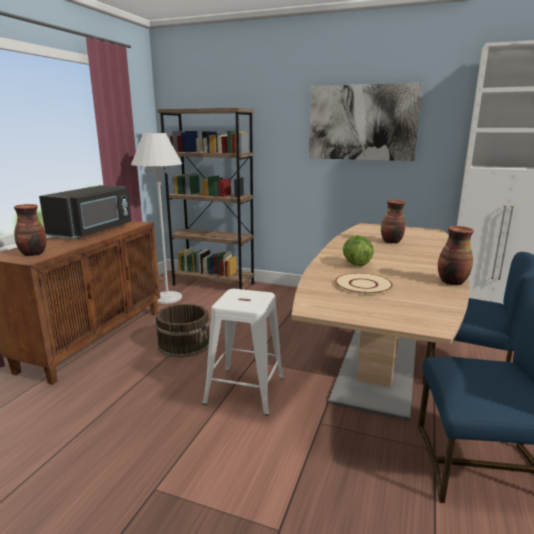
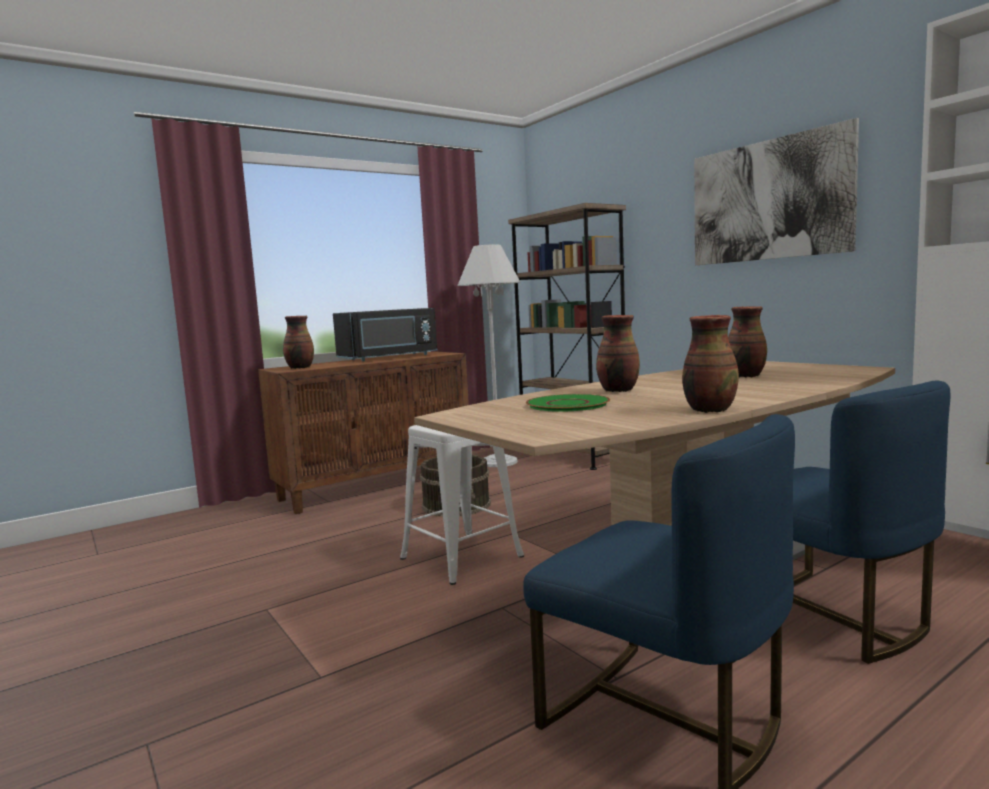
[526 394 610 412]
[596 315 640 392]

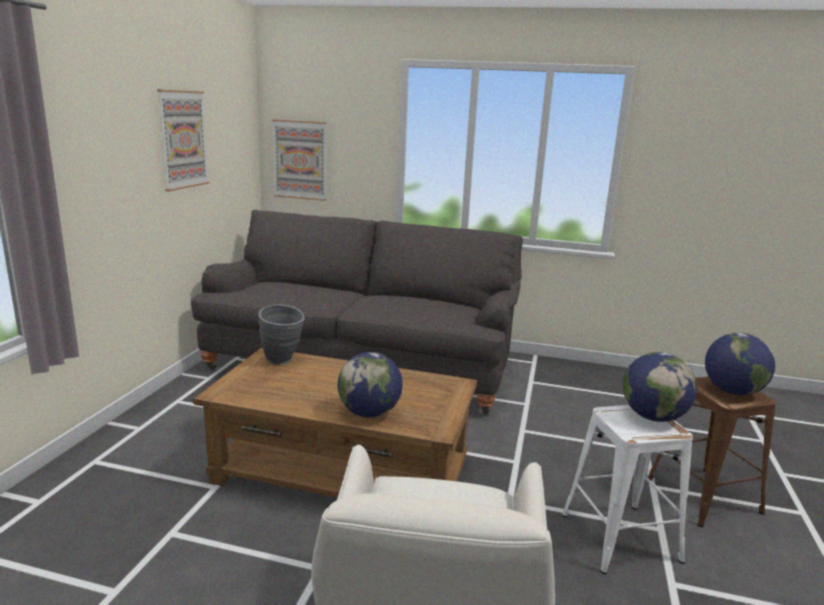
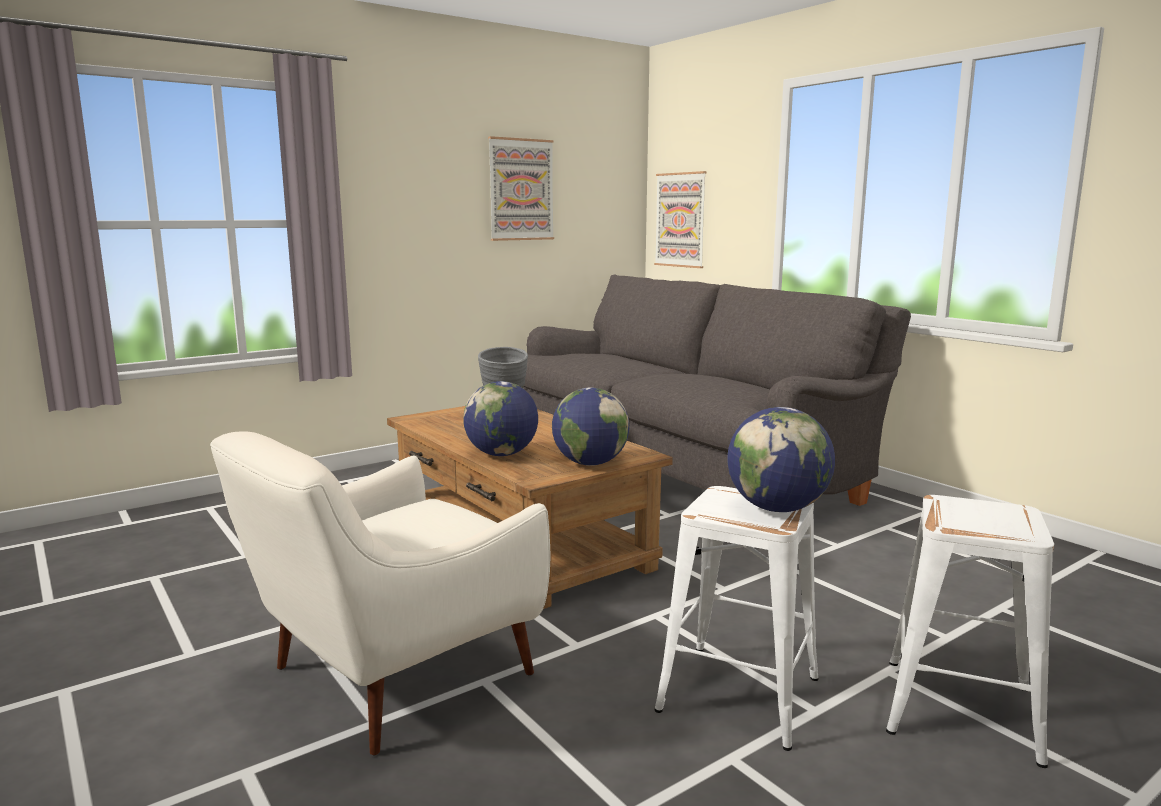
[552 387 629 466]
[886 495 1054 768]

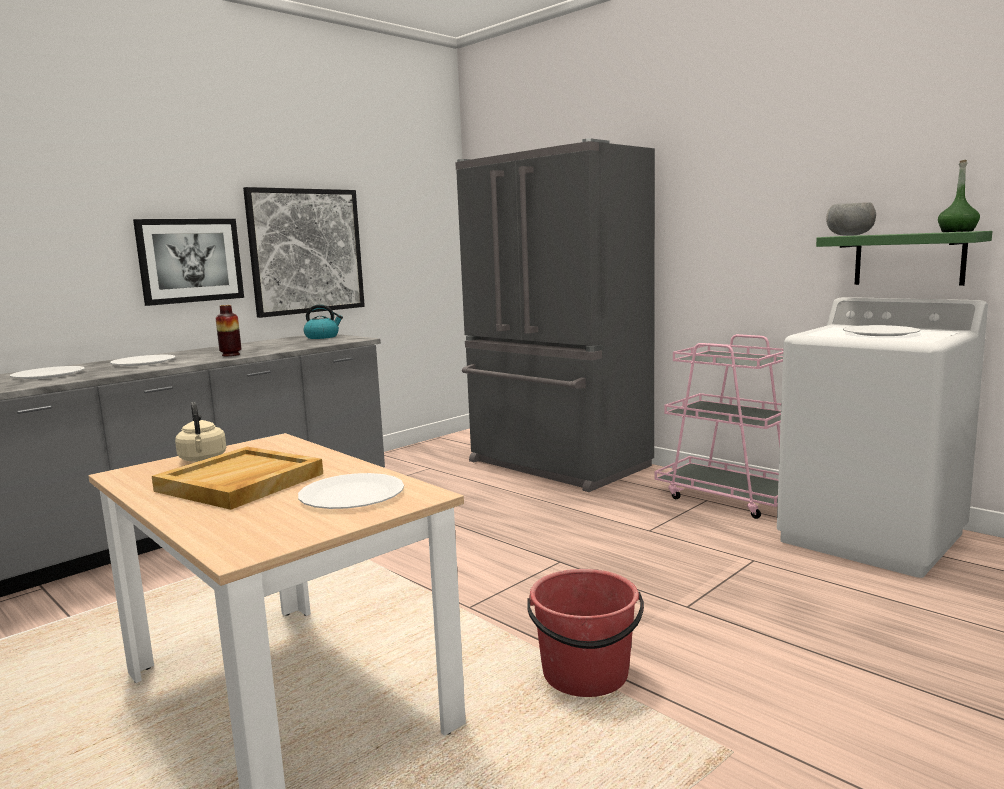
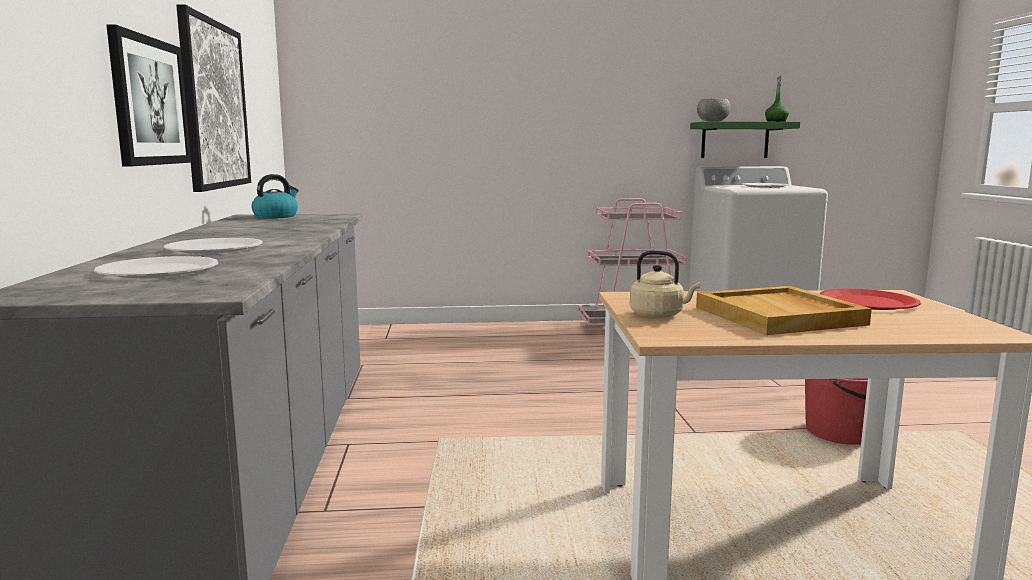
[820 289 921 310]
[216 305 241 356] (first image)
[455 138 655 492] (first image)

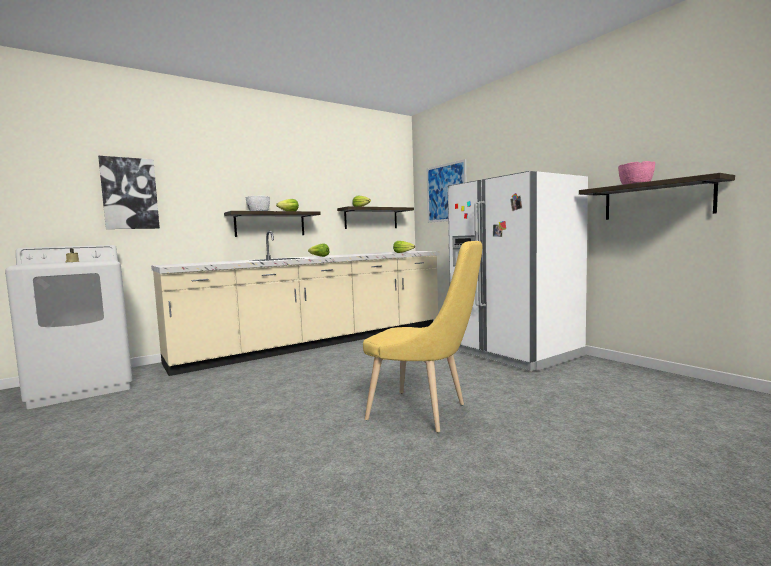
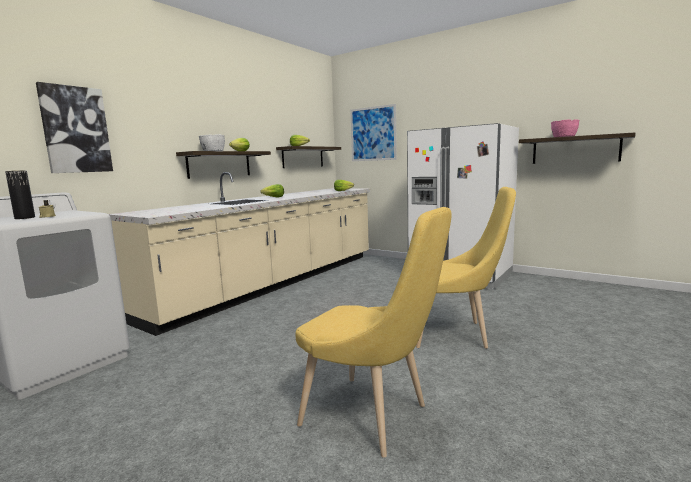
[5 170 35 219]
[295 207 452 457]

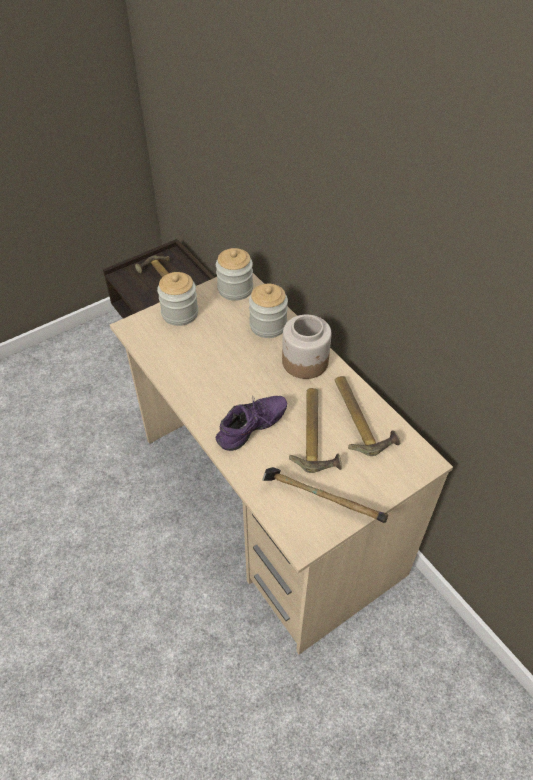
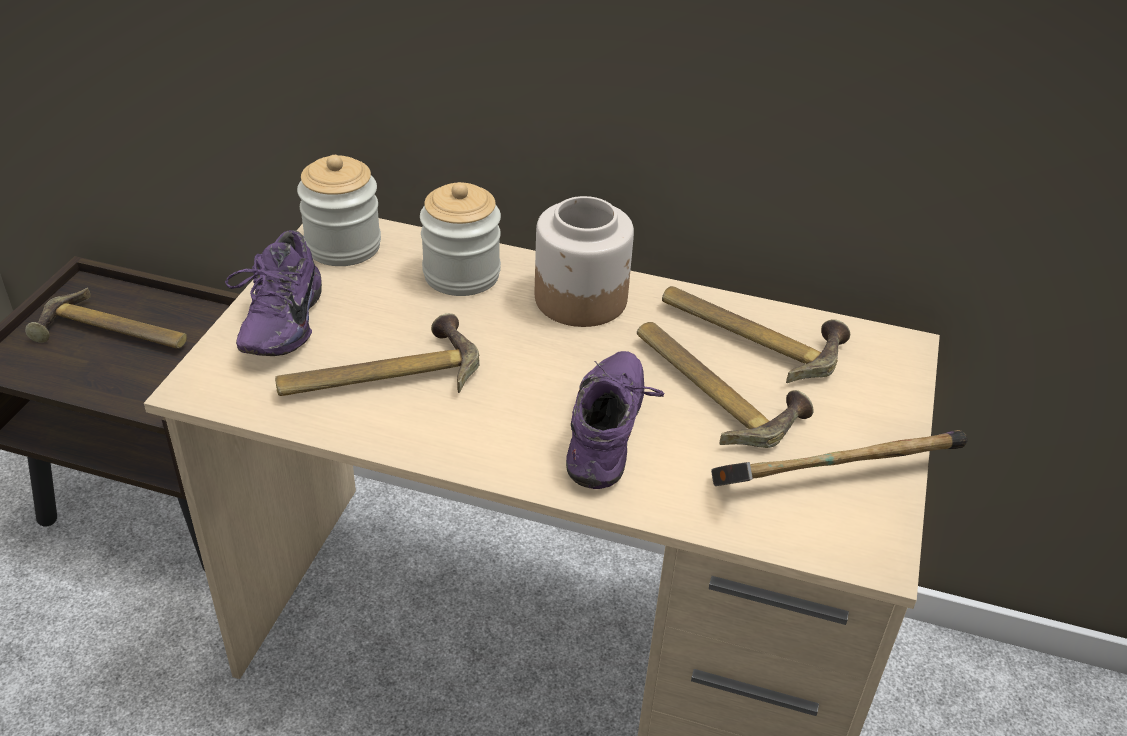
[225 230 322 356]
[275 313 480 396]

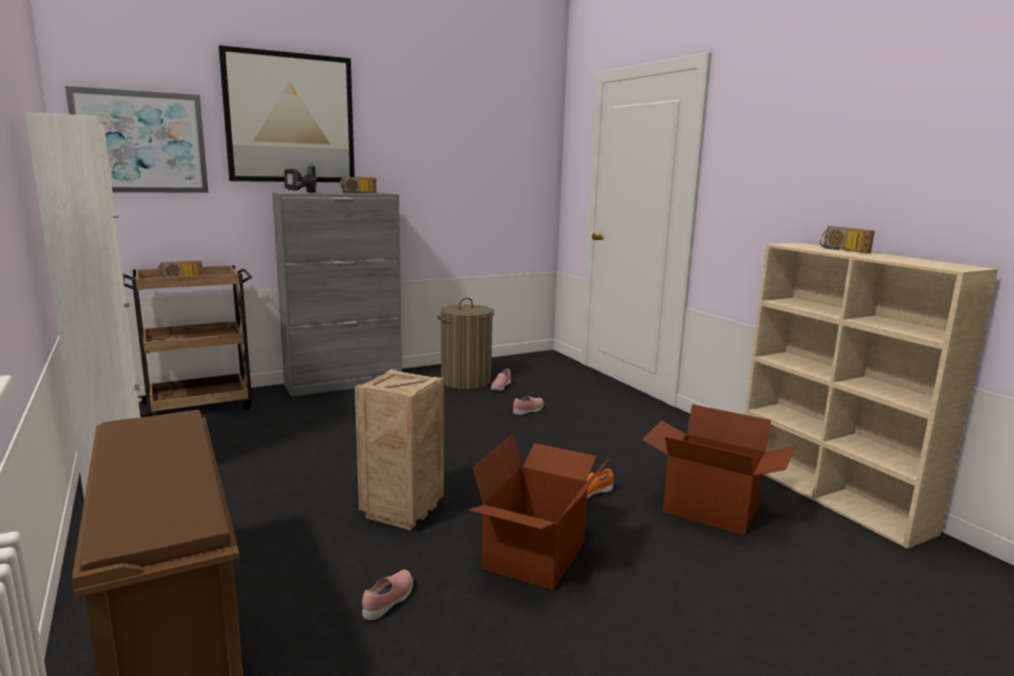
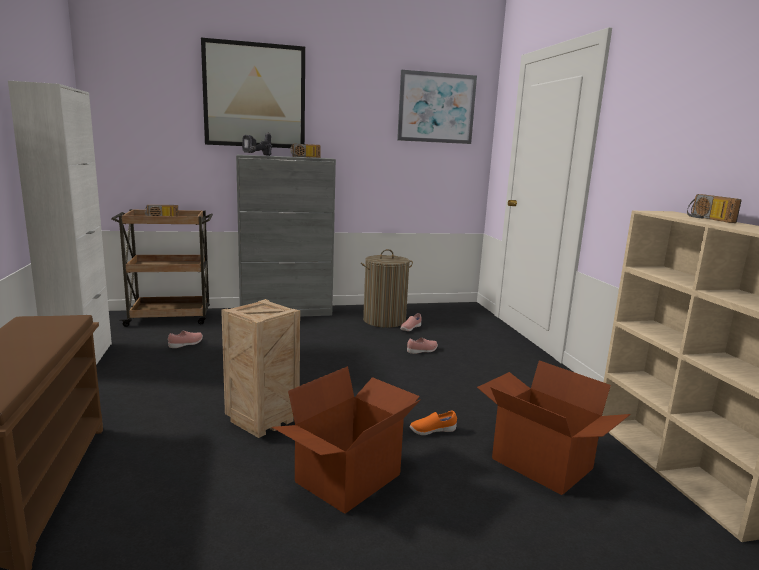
[168 331 203 348]
[397 70 477 144]

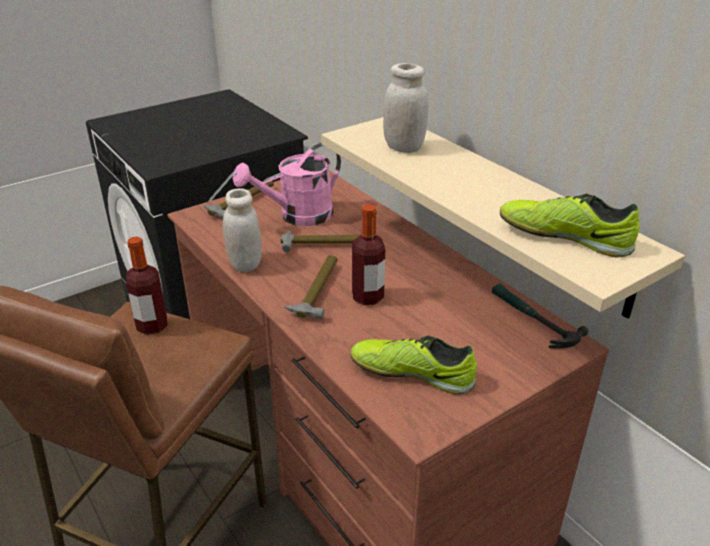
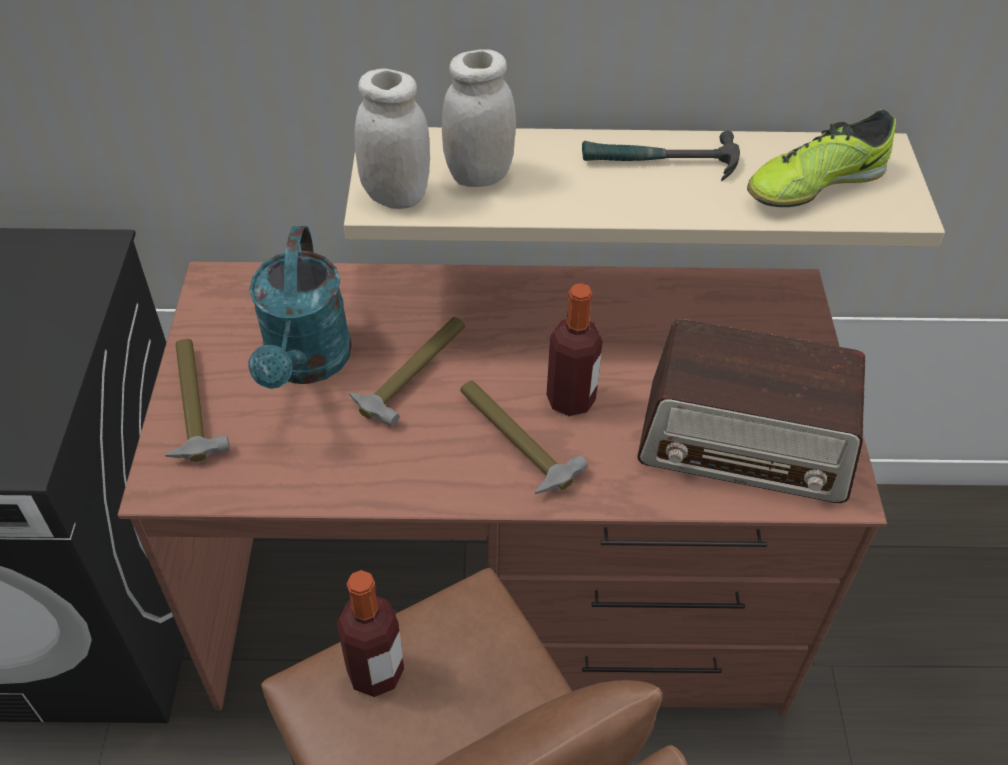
[248 226 352 389]
[355 69 430 209]
[582 131 740 181]
[637 319 865 503]

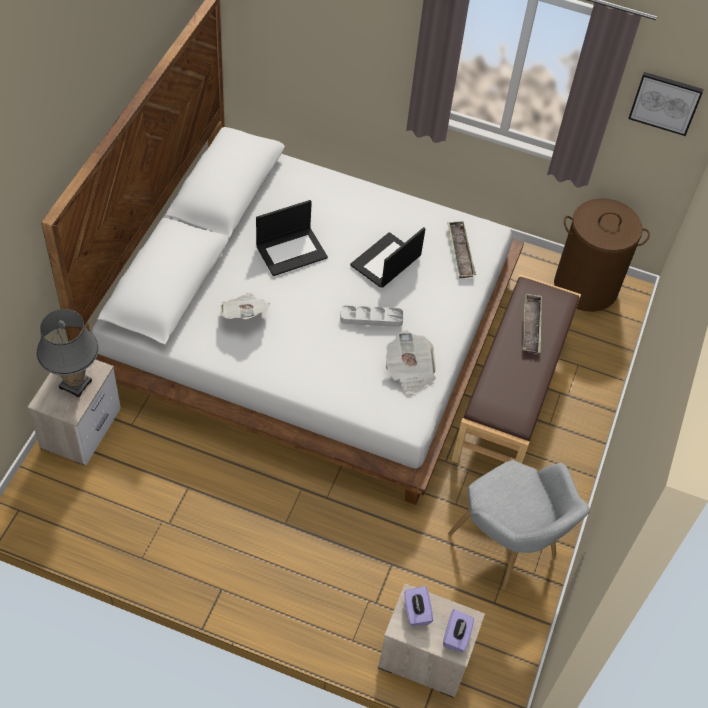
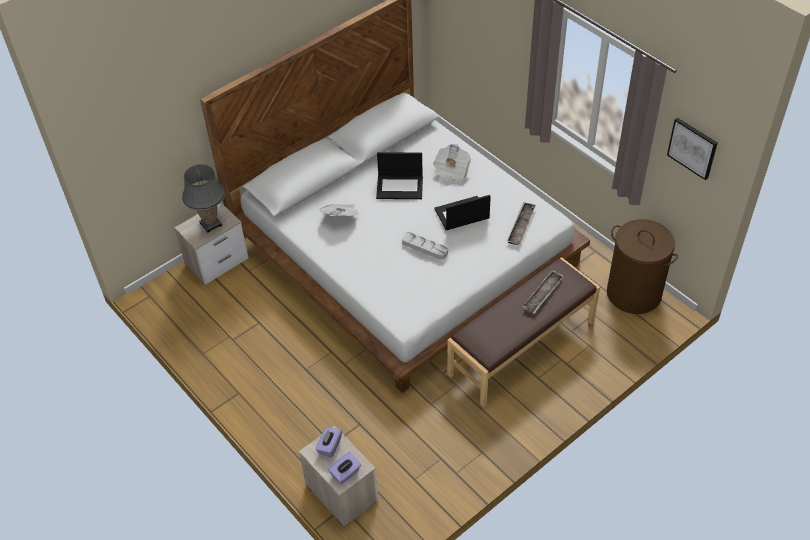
[433 144 471 186]
[448 460 590 590] (first image)

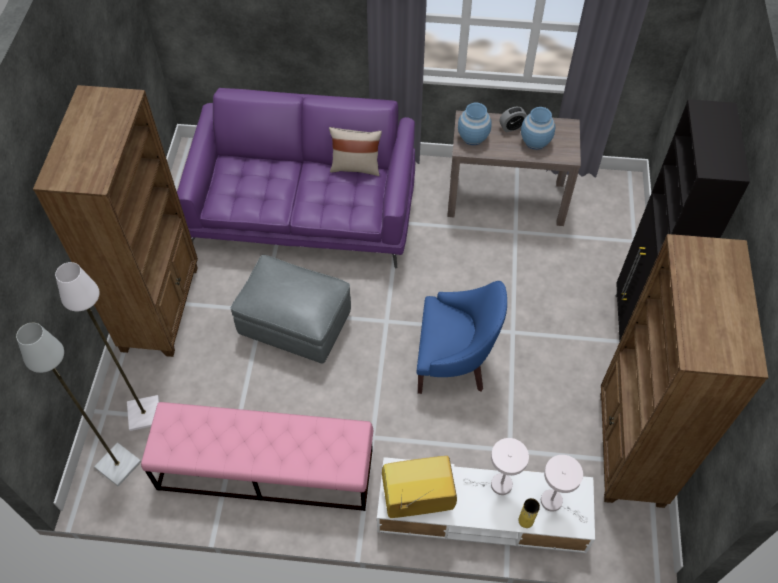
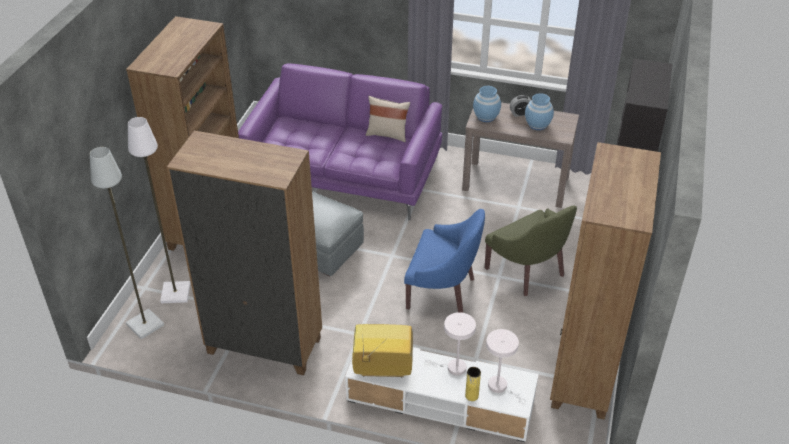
[167 131 322 375]
[485 205 577 296]

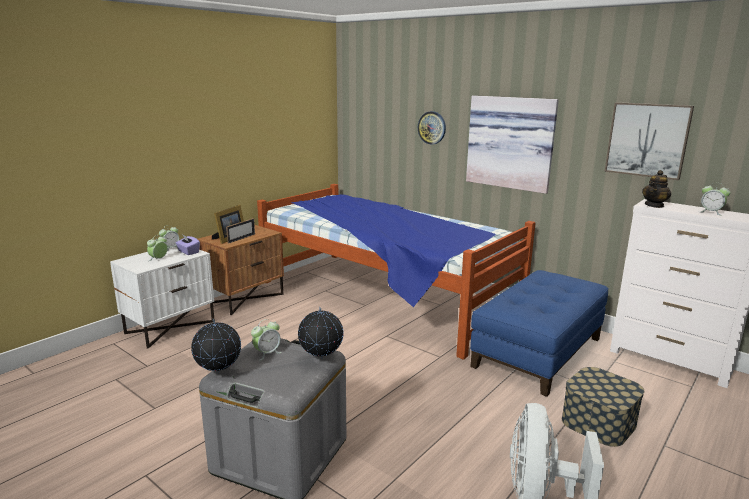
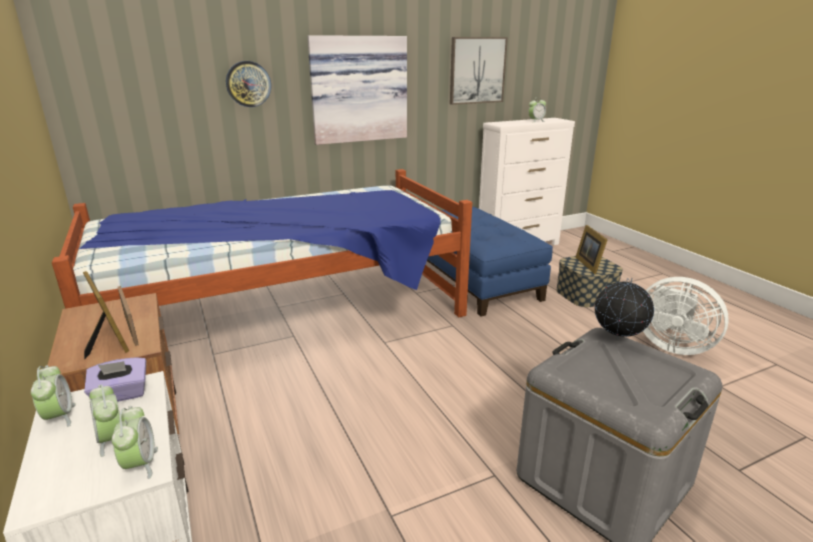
[112 406 158 479]
[576 225 608 274]
[191 319 241 374] (first image)
[642 170 671 208] (first image)

